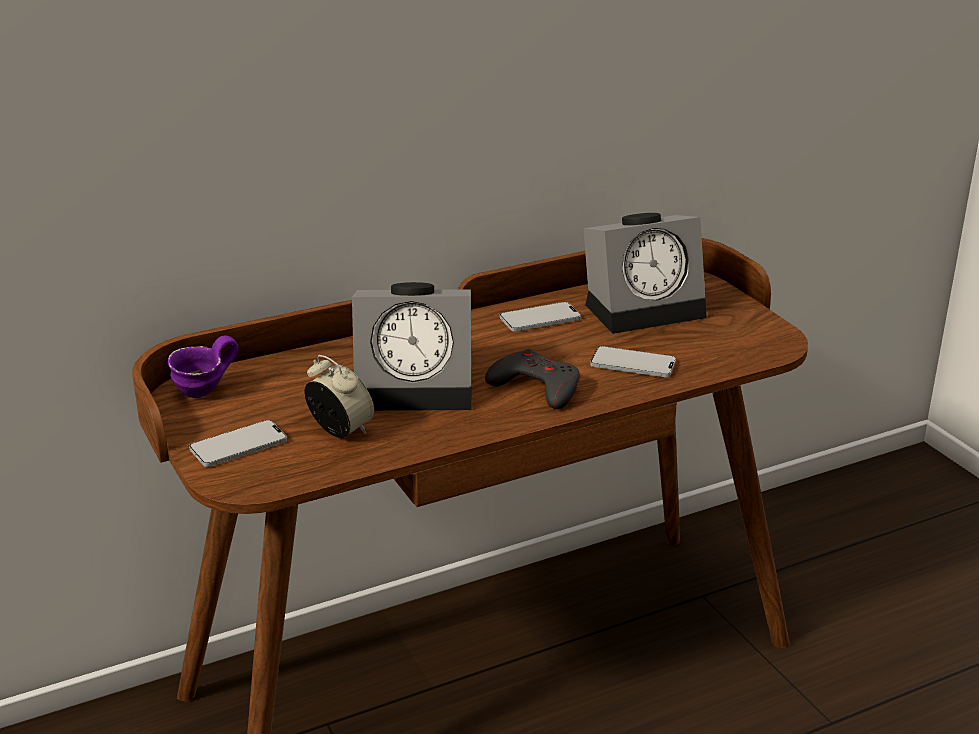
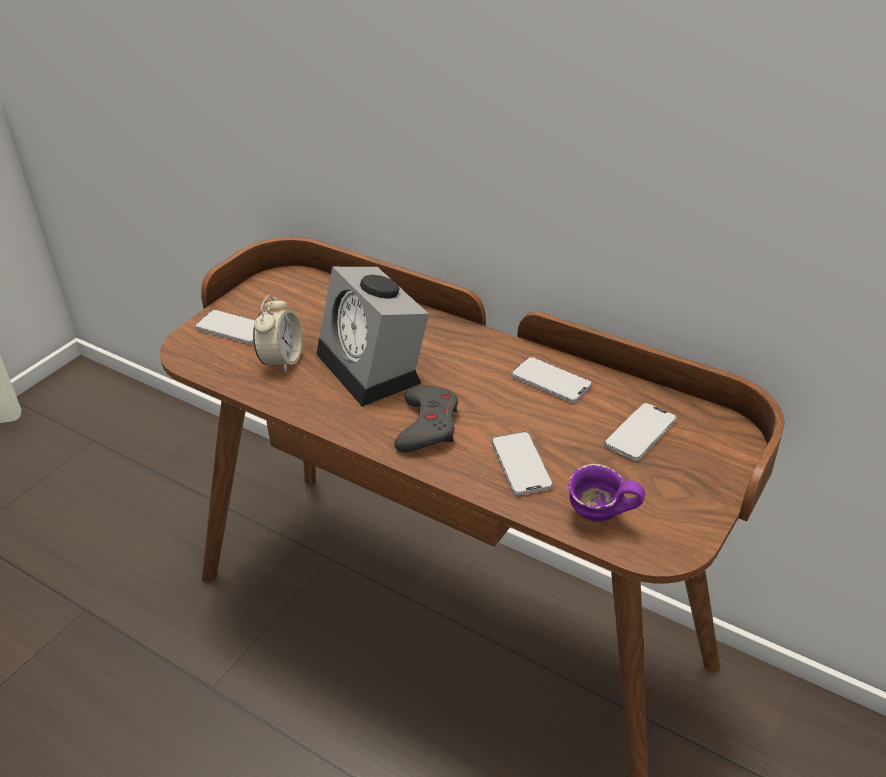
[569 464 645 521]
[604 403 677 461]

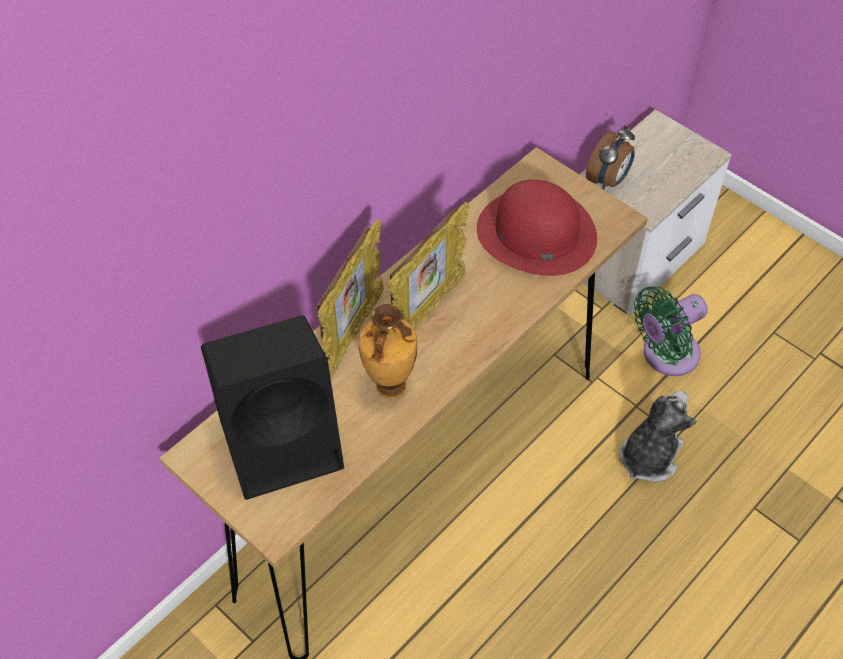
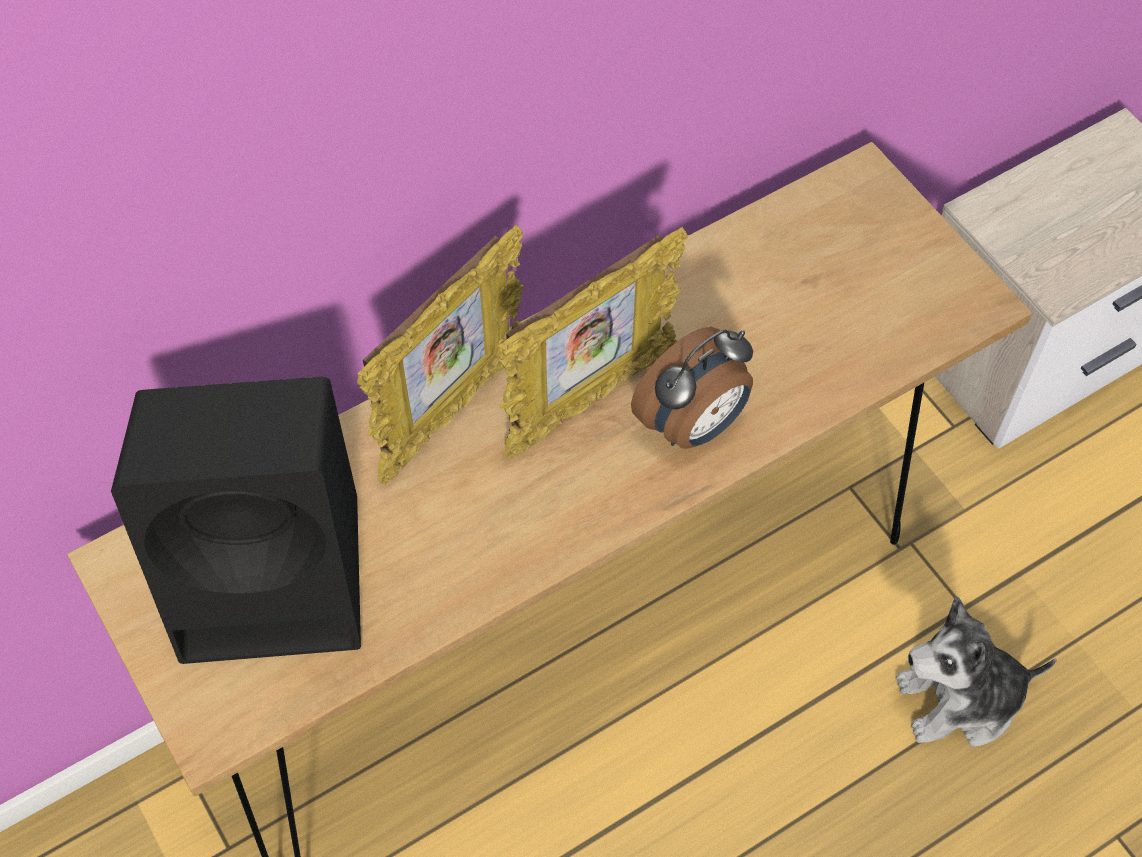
[631 327 753 449]
[895 596 1057 747]
[358 304 417 399] (first image)
[477 179 597 276] (first image)
[633 286 708 376] (first image)

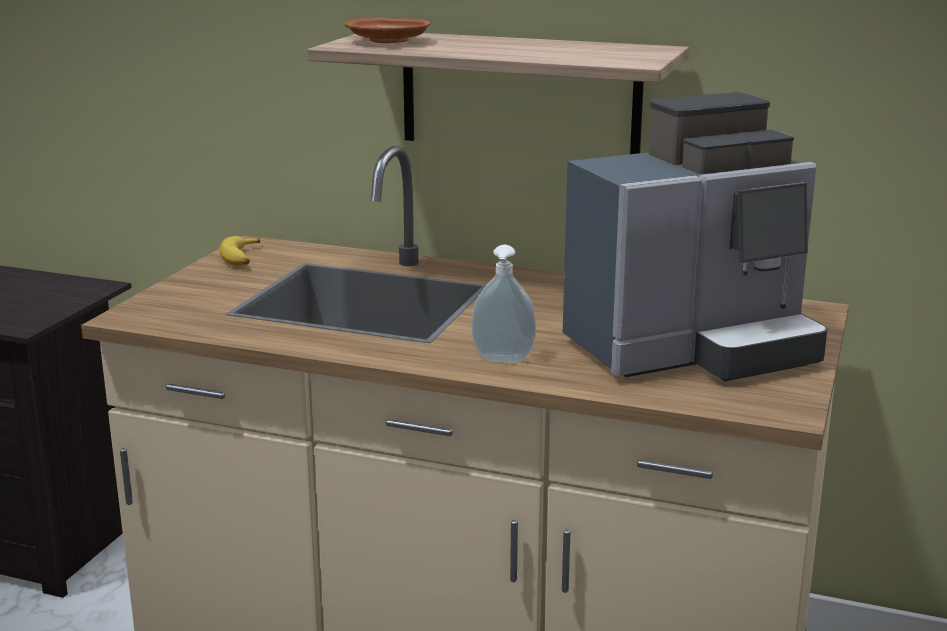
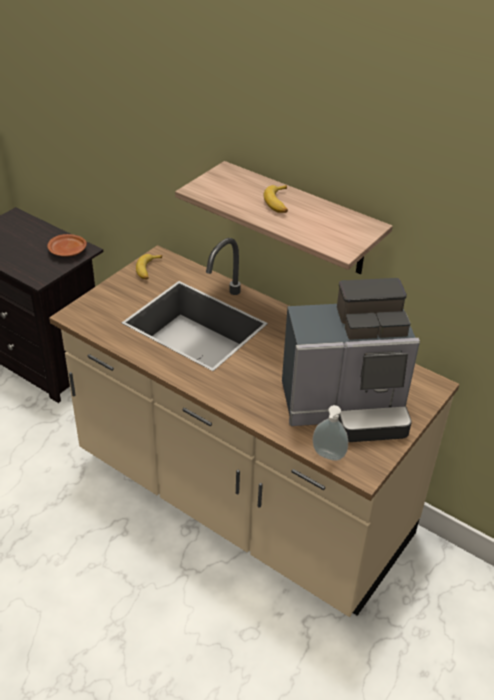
[47 234 87 257]
[264 185 288 213]
[312 405 348 461]

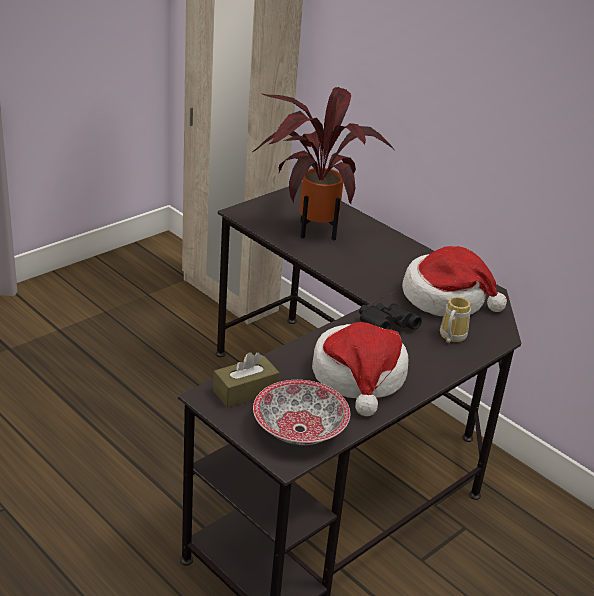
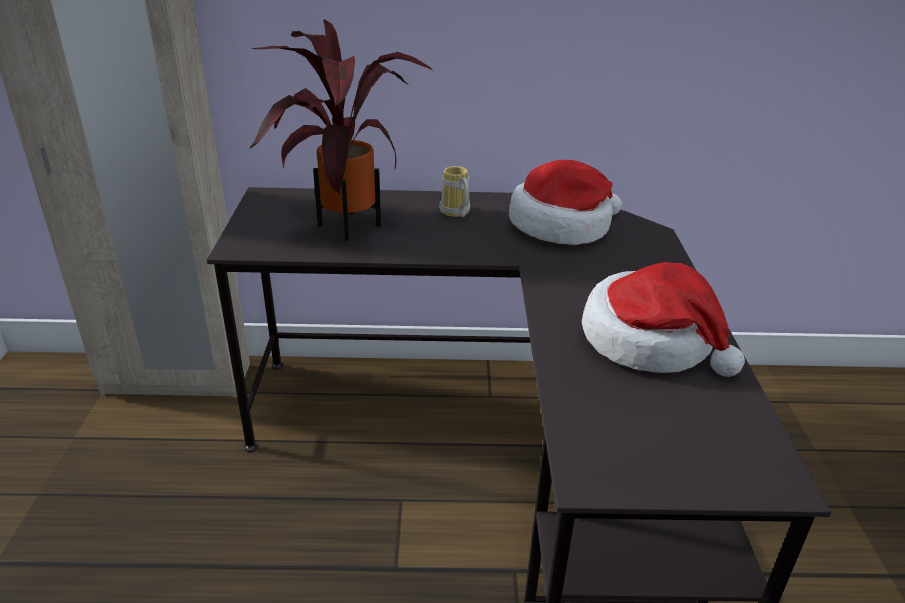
[440 166 470 217]
[213 352 280 408] (first image)
[253 380 350 445] (first image)
[359 303 422 330] (first image)

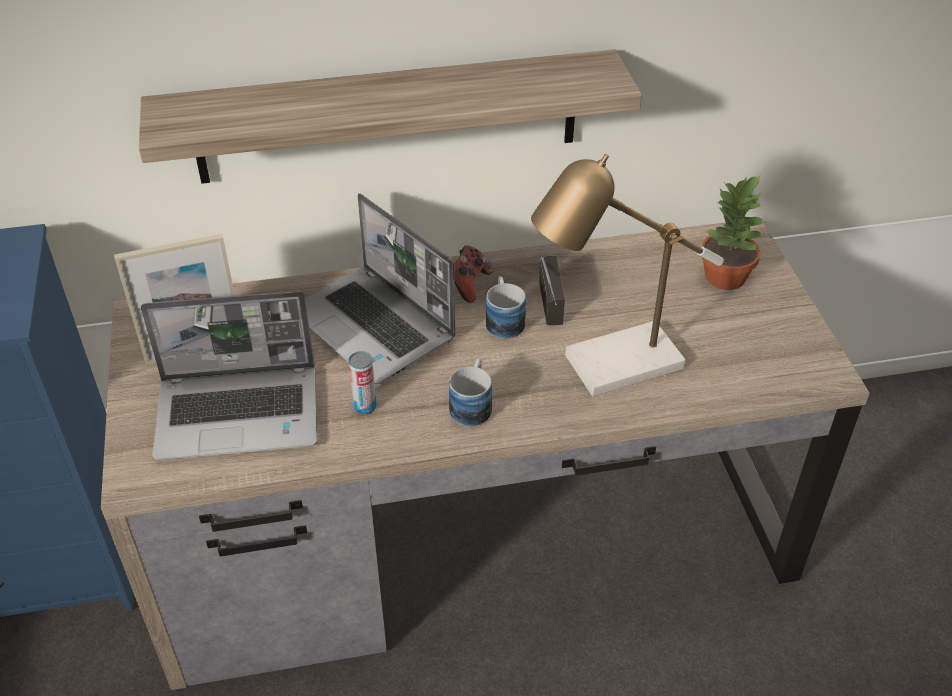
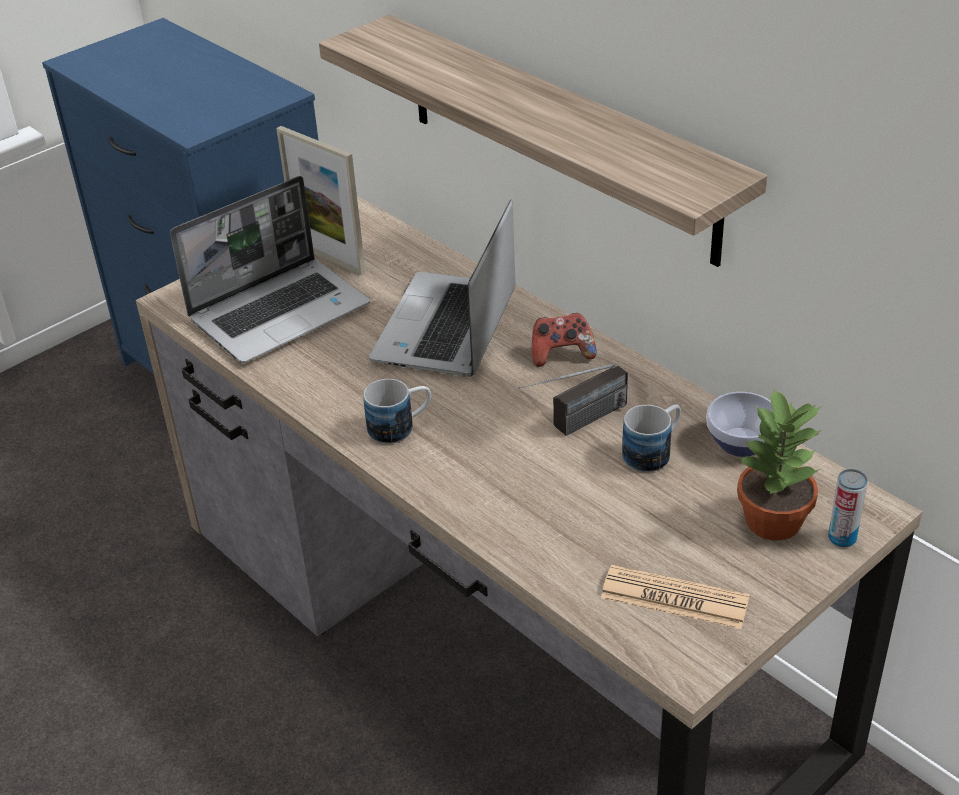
[170 176 370 363]
[601 565 750 629]
[622 404 681 472]
[706 392 774 457]
[828 469 868 547]
[531 154 724 397] (first image)

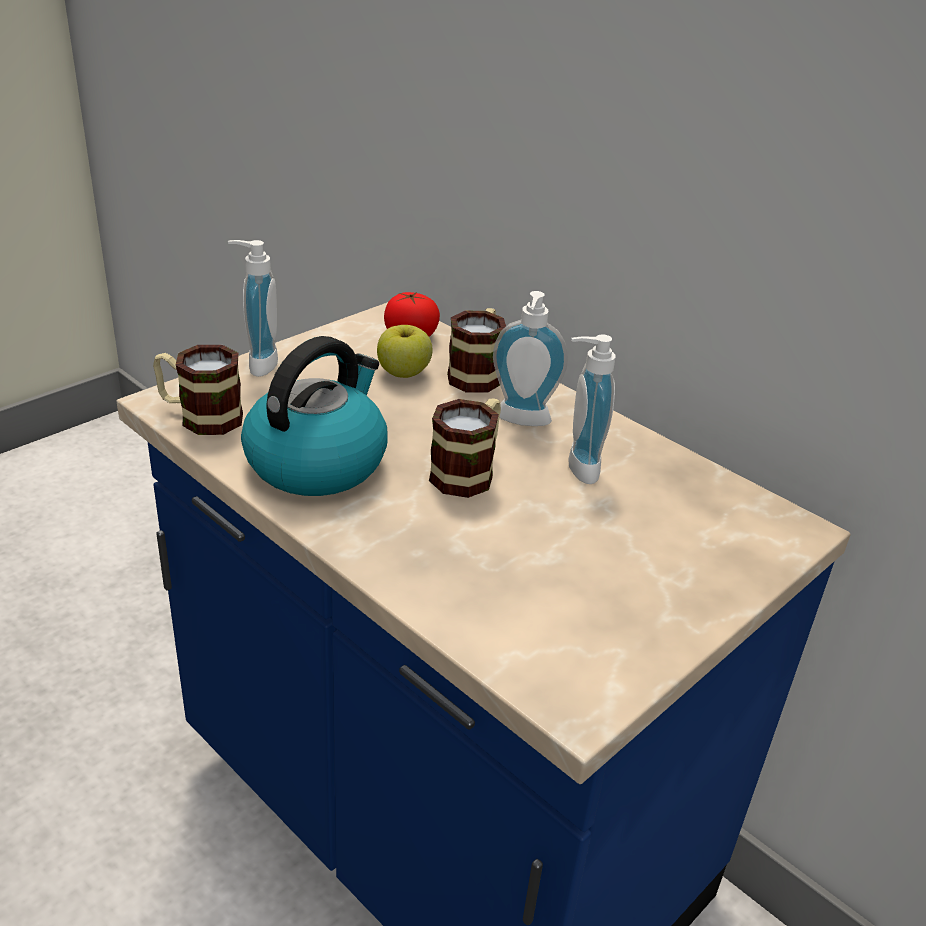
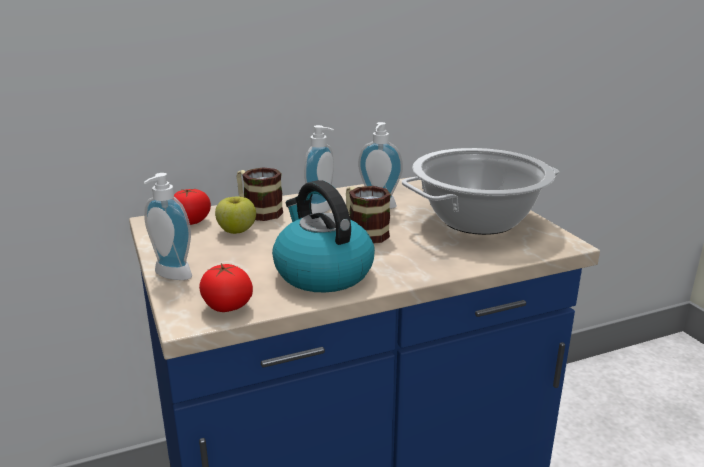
[199 263 253 312]
[402 148 559 235]

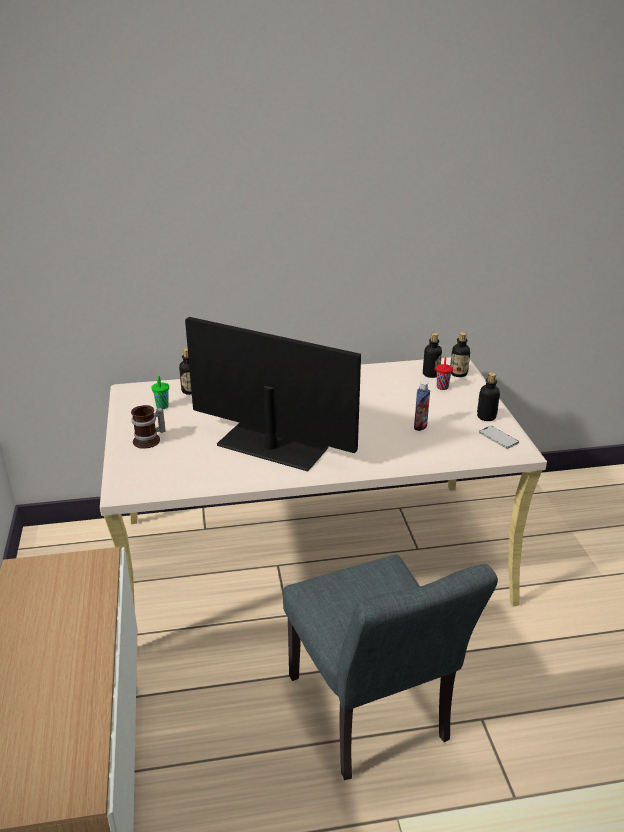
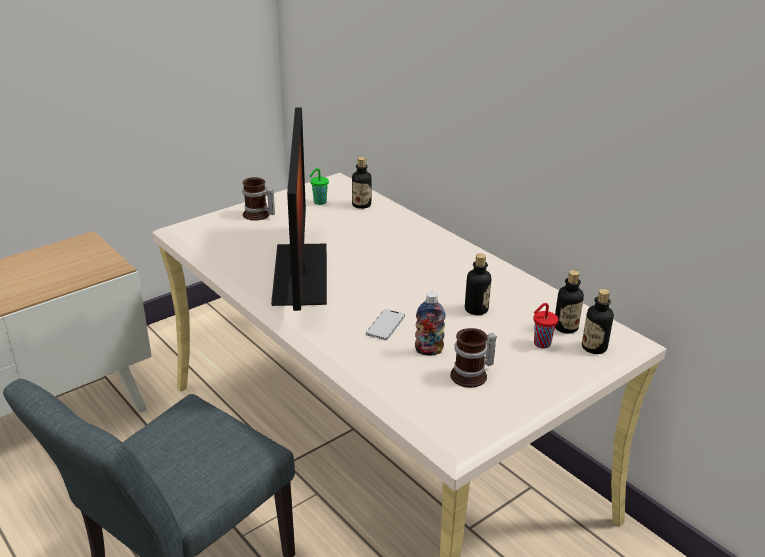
[366 309 405 340]
[450 328 497 388]
[465 253 491 315]

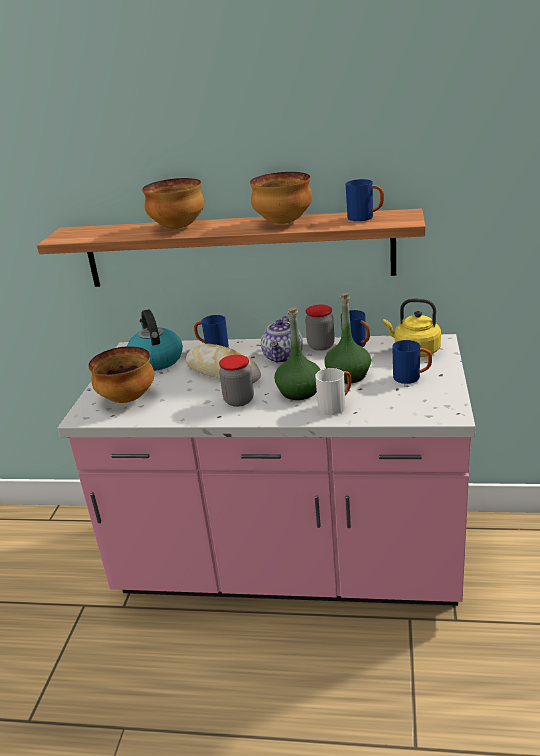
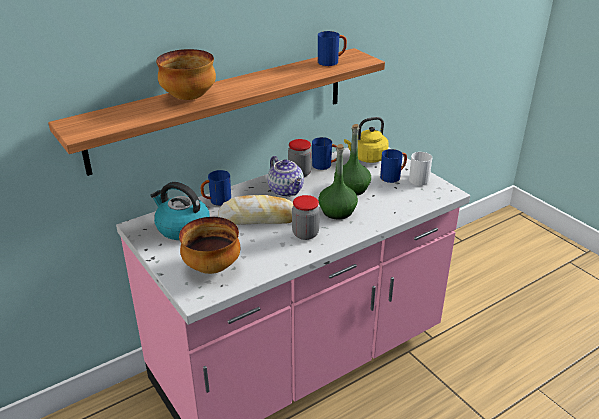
[409 152 432 186]
[250 172 312 224] (first image)

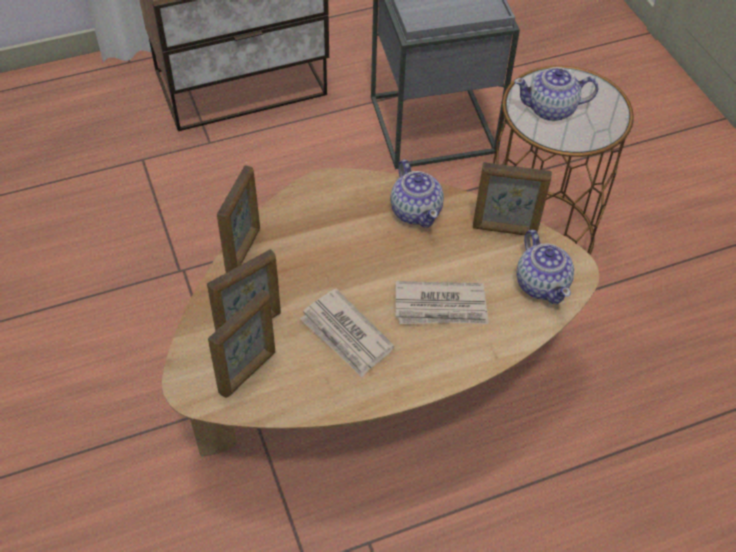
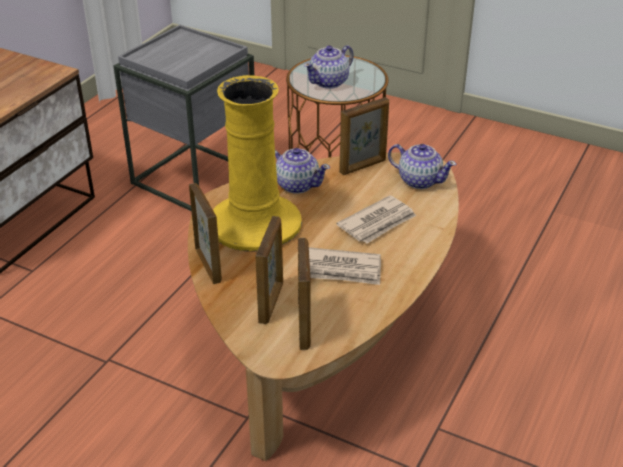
[213 75 302 252]

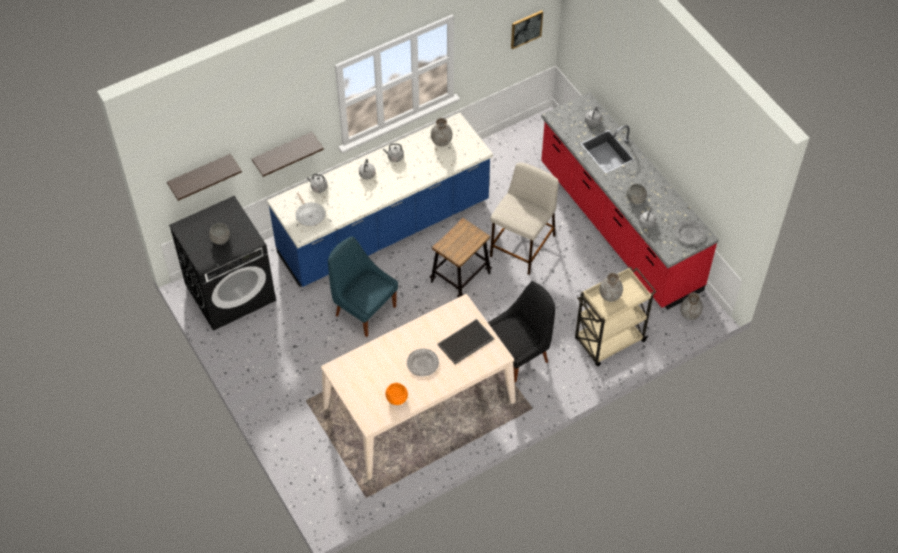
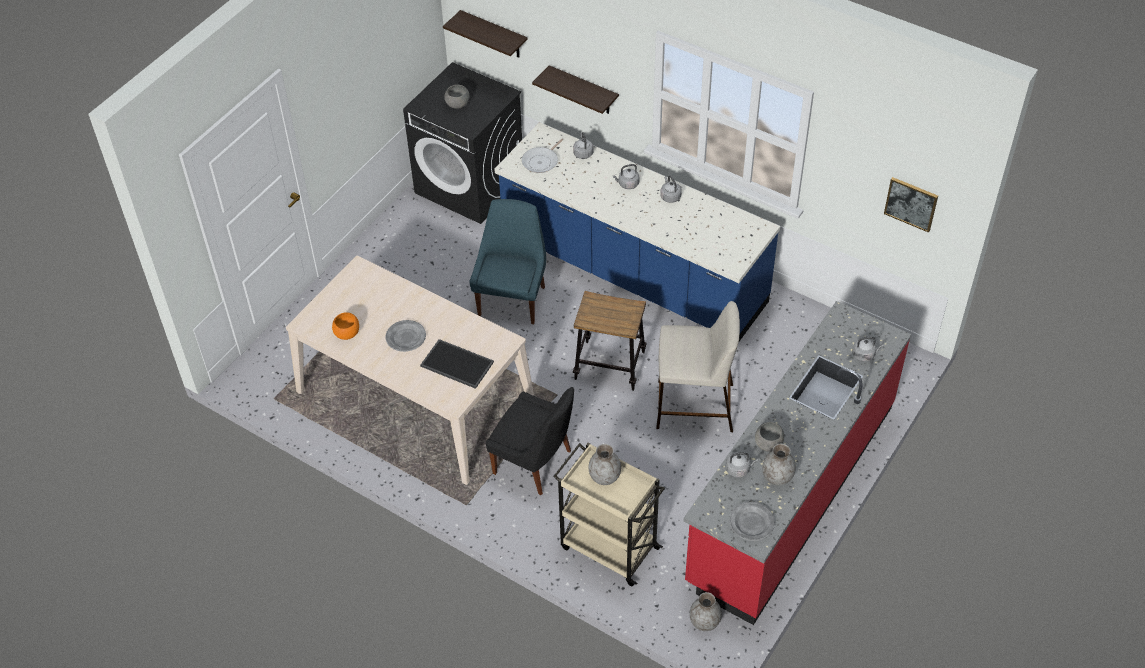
[762 444 796 485]

